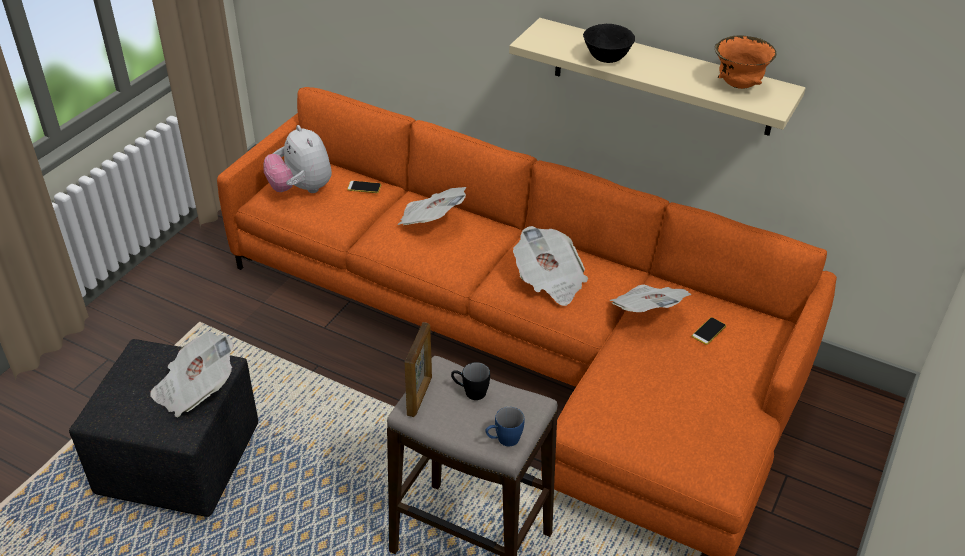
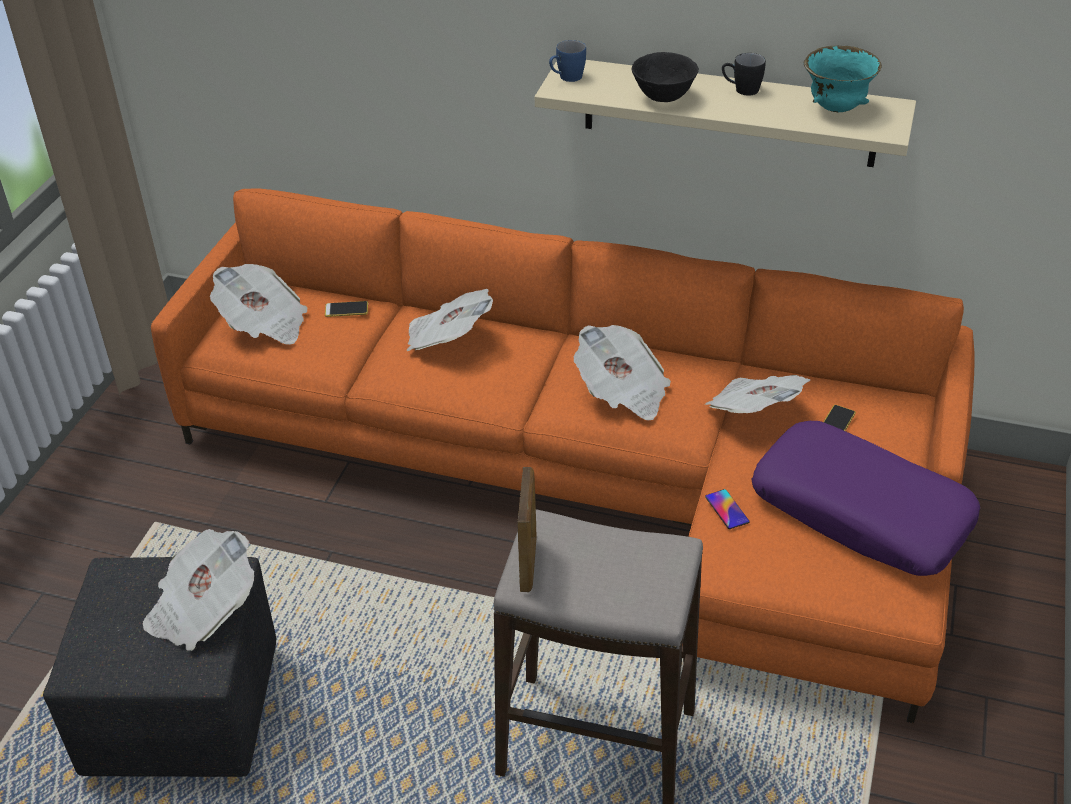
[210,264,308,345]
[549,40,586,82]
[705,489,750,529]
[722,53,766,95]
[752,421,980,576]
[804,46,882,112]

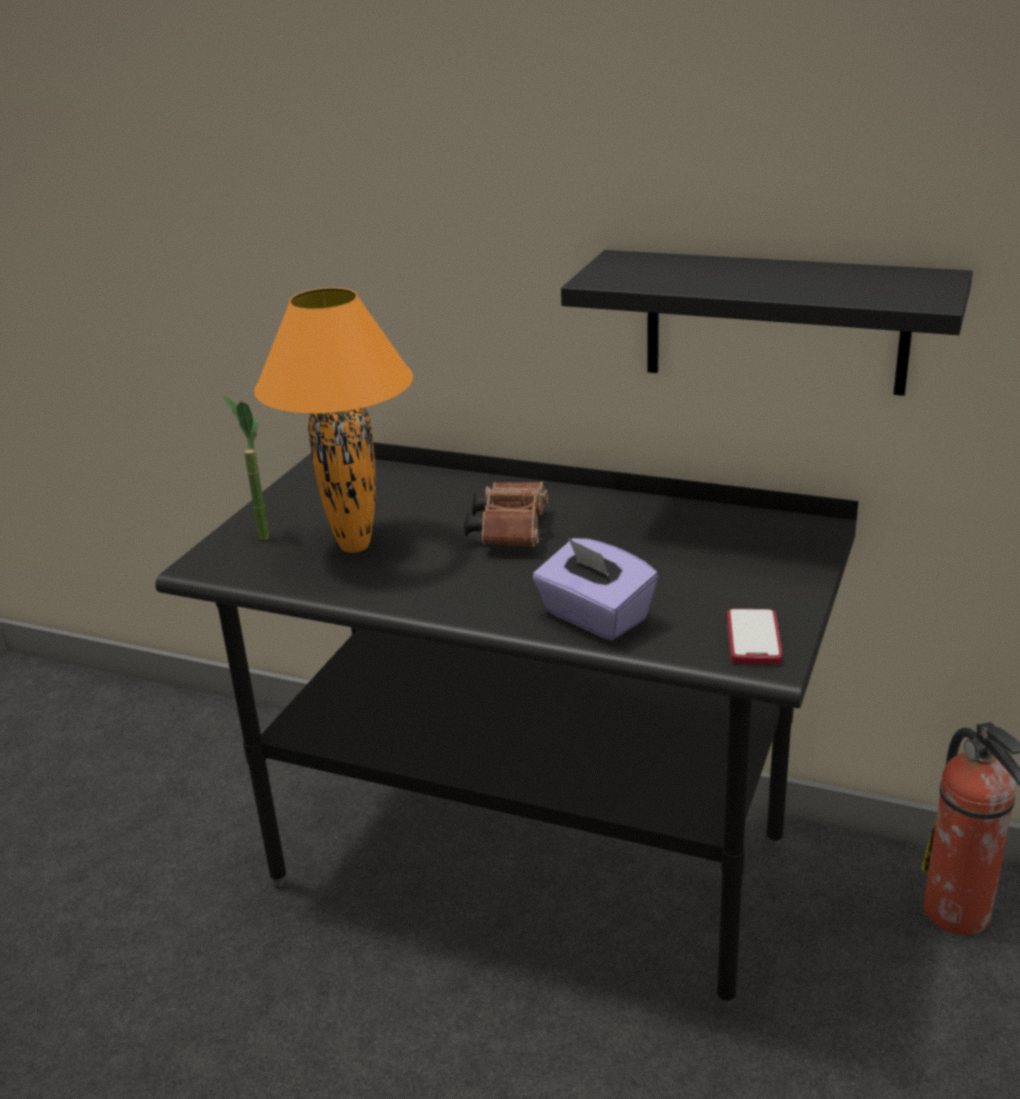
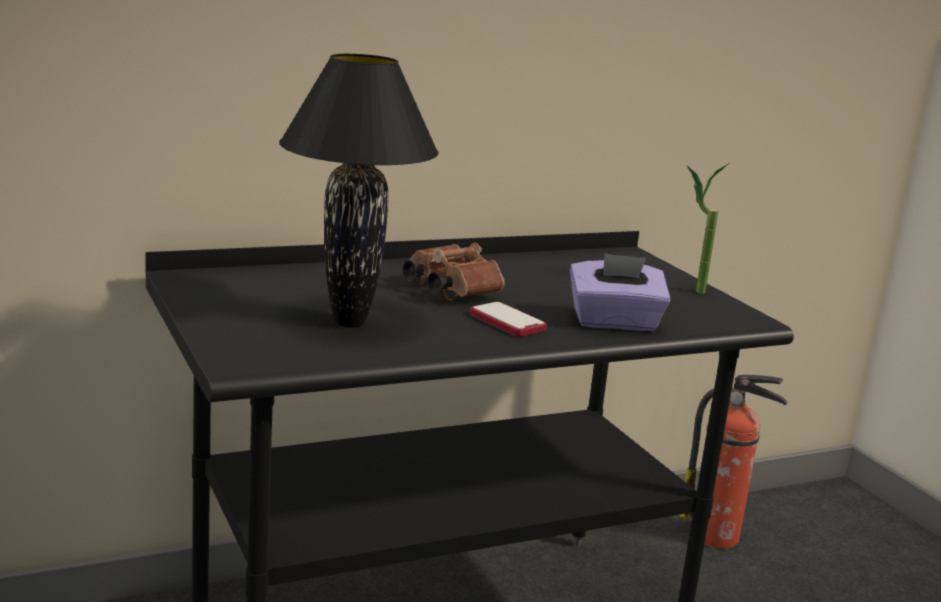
[279,54,439,327]
[470,302,547,337]
[687,163,729,293]
[561,250,973,396] (first image)

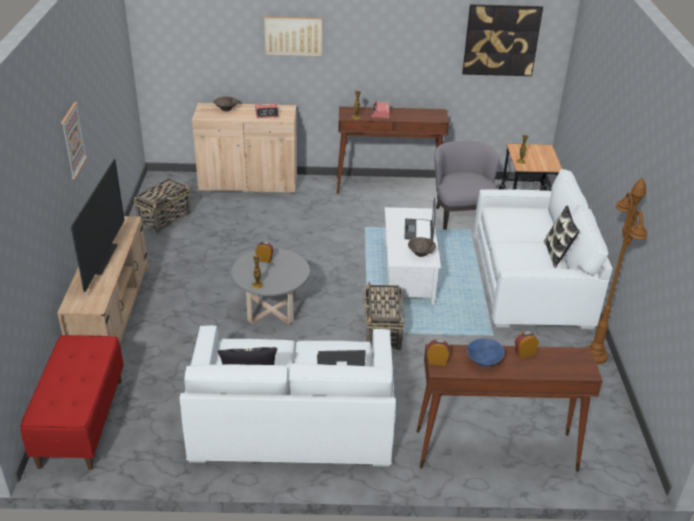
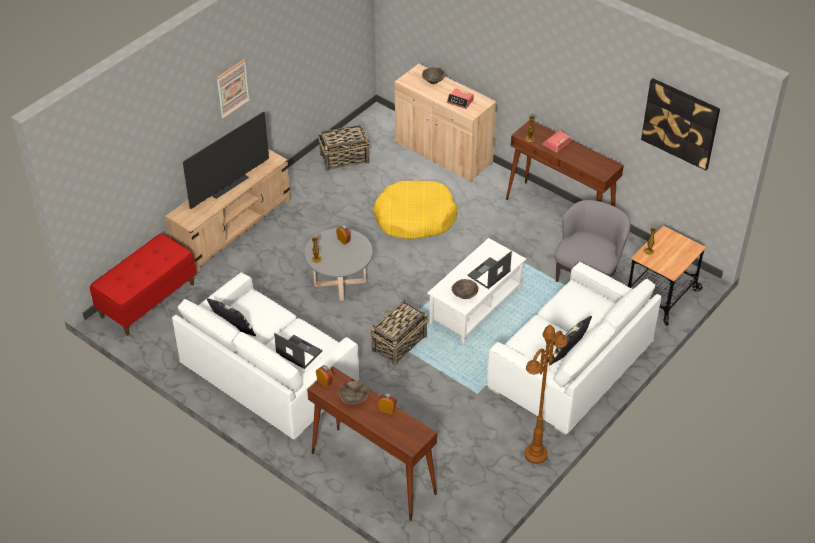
[338,381,369,404]
[373,180,457,239]
[264,16,322,56] (first image)

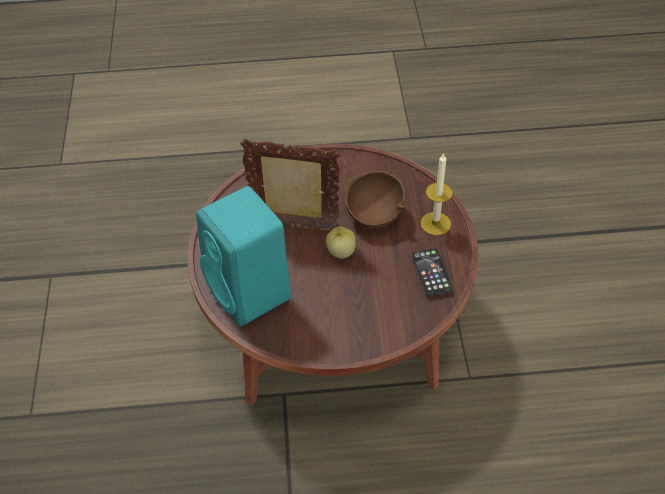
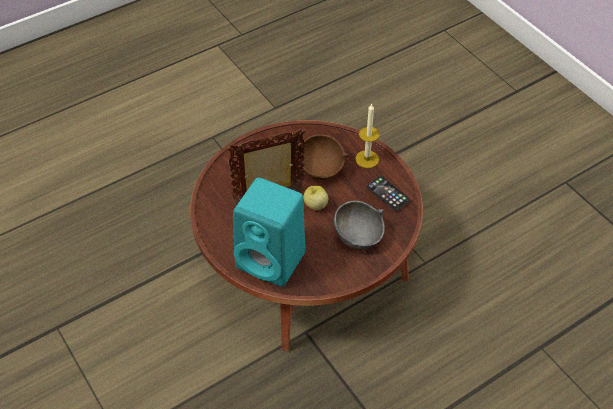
[334,200,385,249]

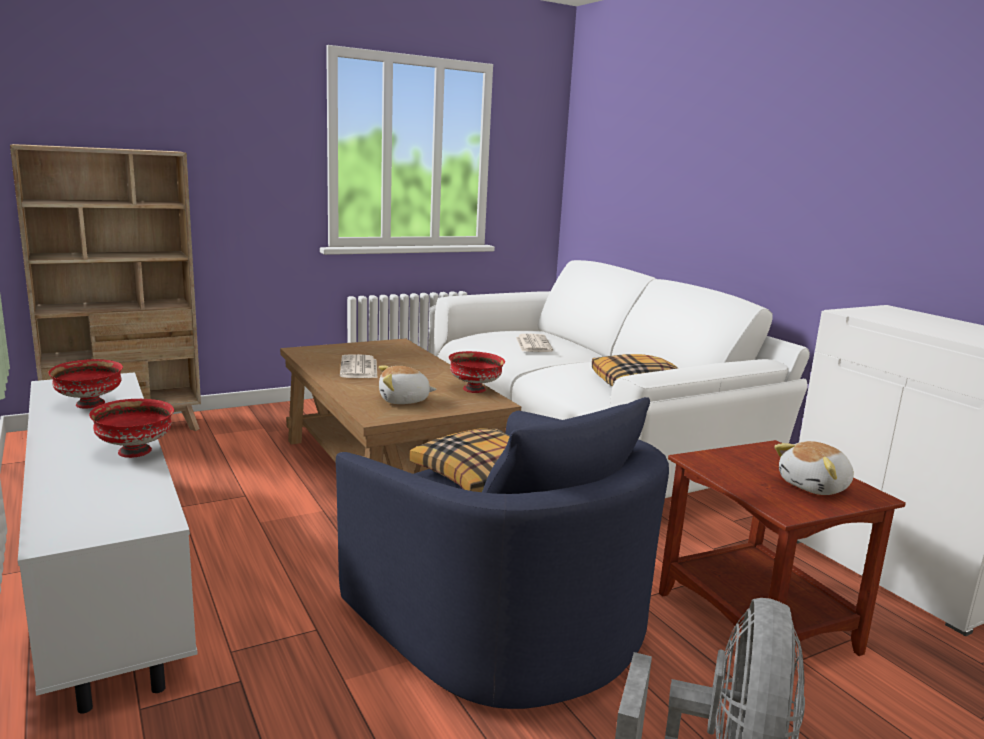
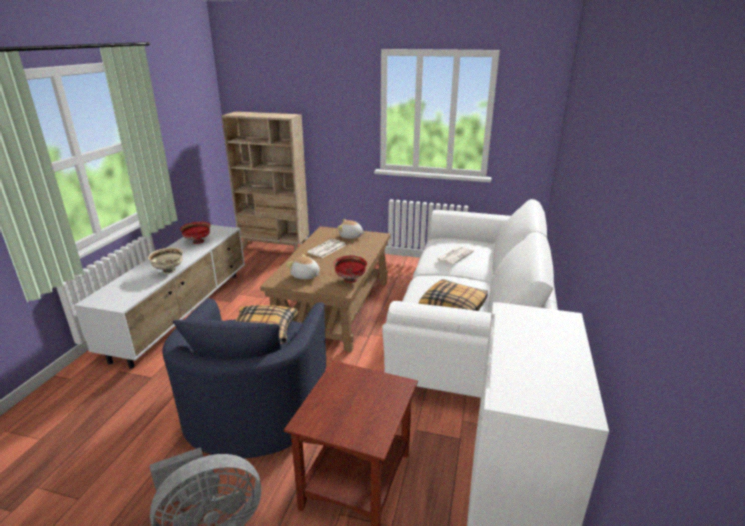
[148,247,183,274]
[337,219,365,239]

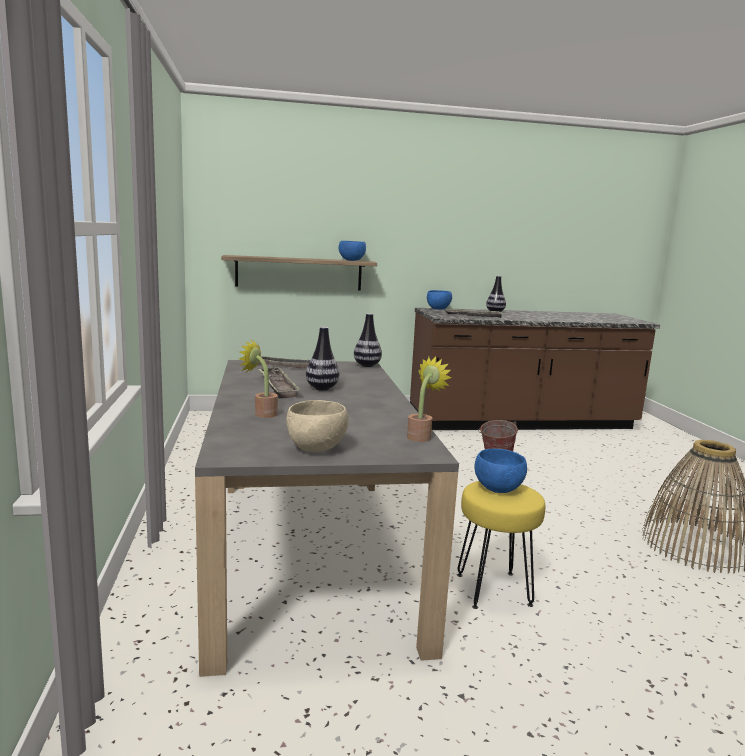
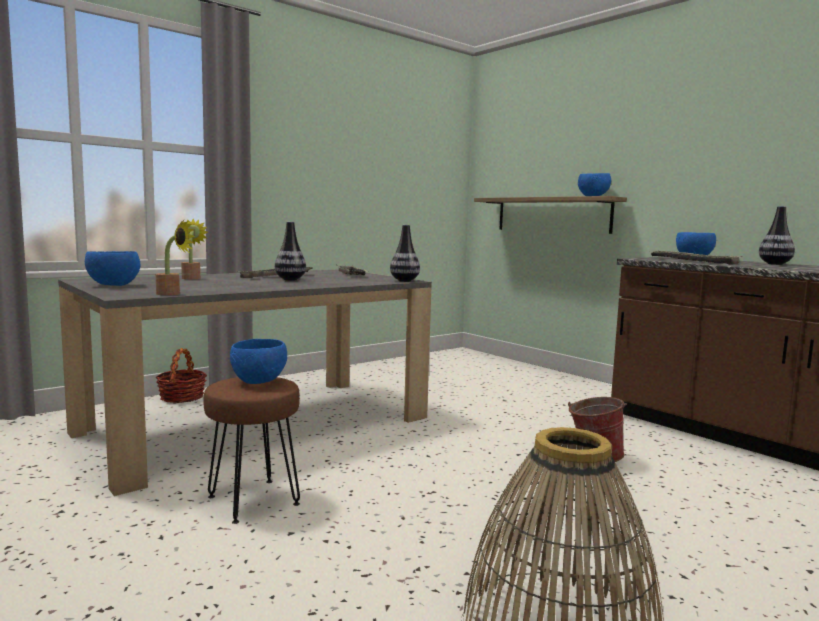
[85,251,140,286]
[156,348,207,403]
[203,377,300,524]

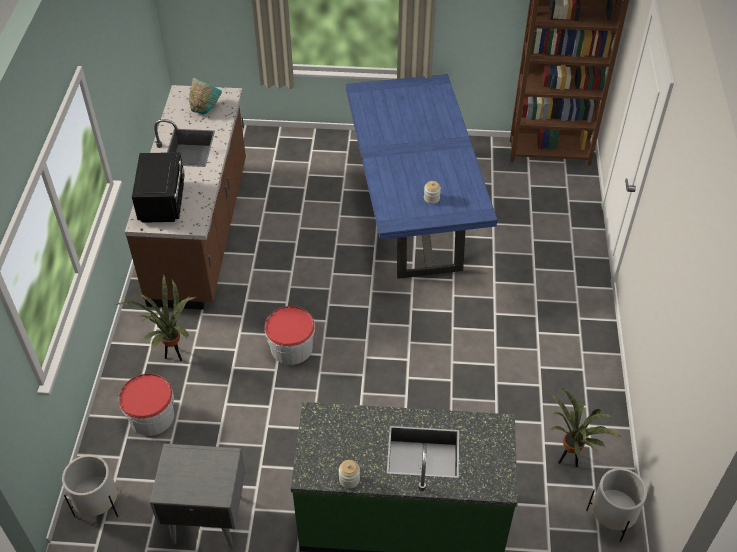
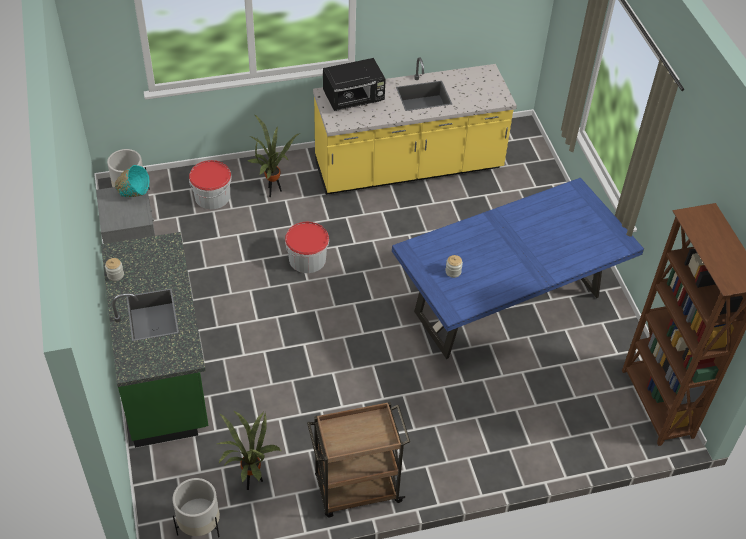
[115,165,149,197]
[307,402,410,517]
[313,57,517,195]

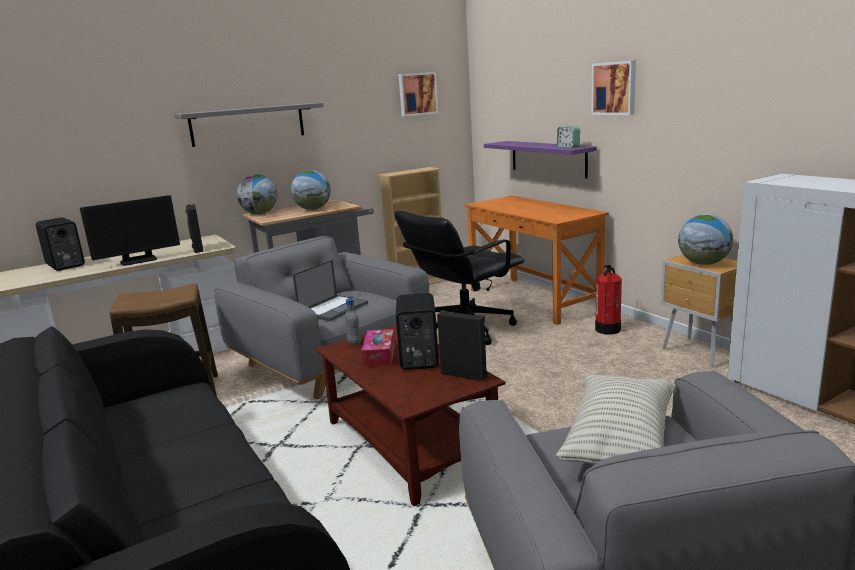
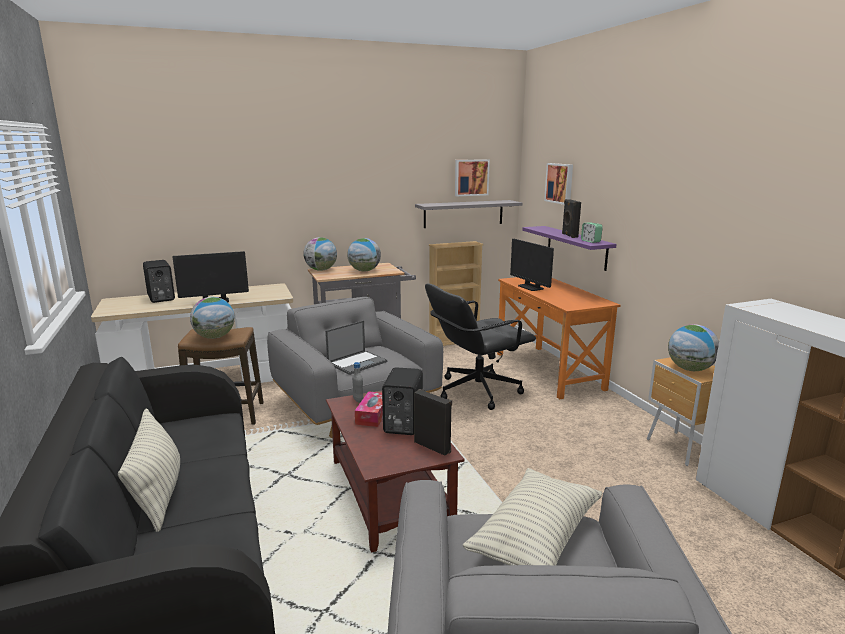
[118,408,180,532]
[190,297,235,339]
[415,200,522,228]
[510,239,554,291]
[544,163,573,205]
[562,199,581,238]
[595,265,622,335] (first image)

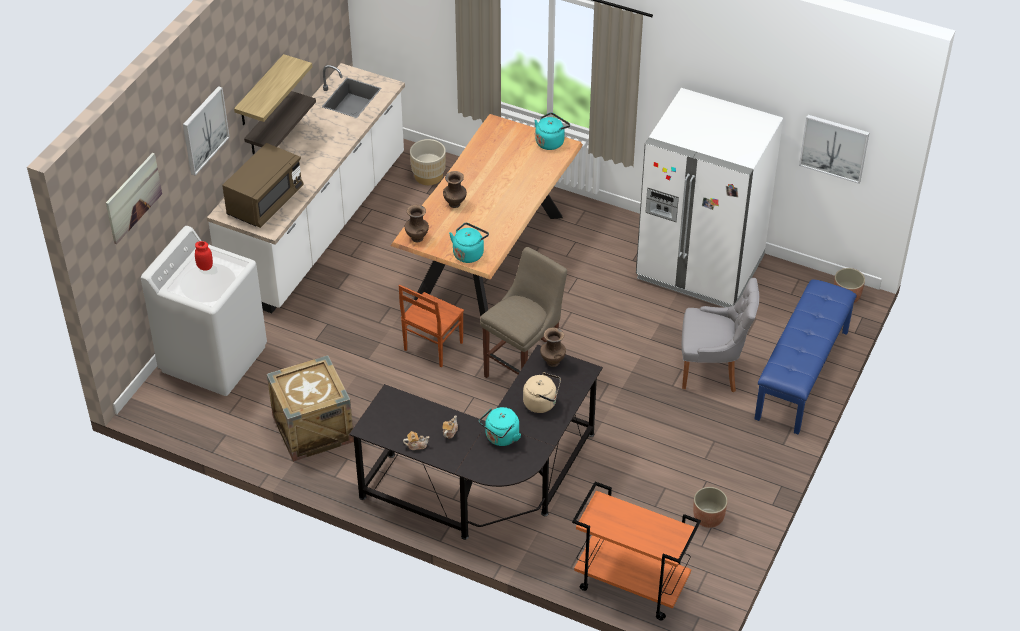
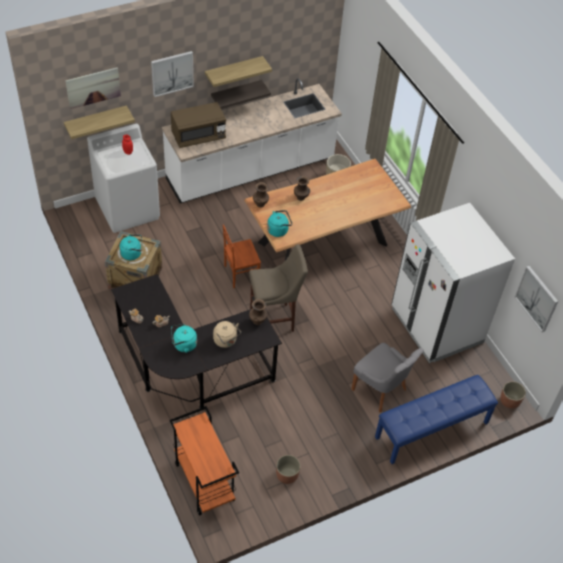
[64,105,135,139]
[119,234,142,260]

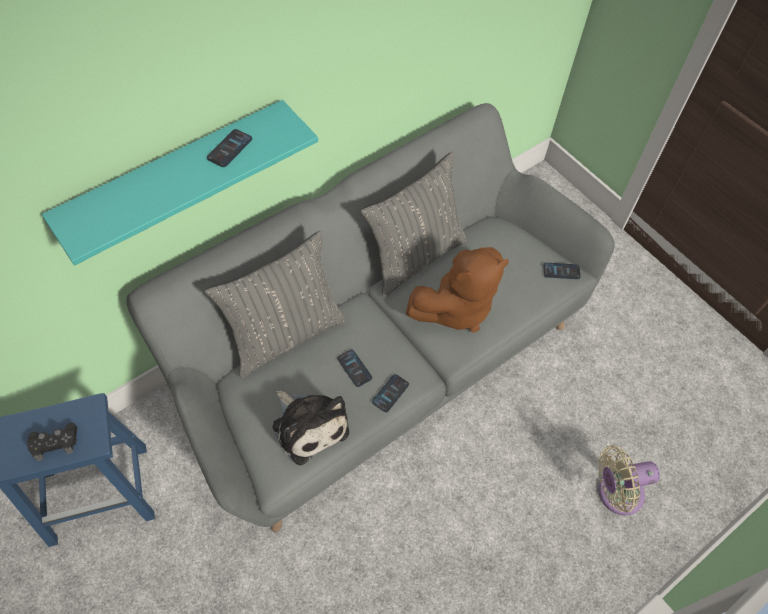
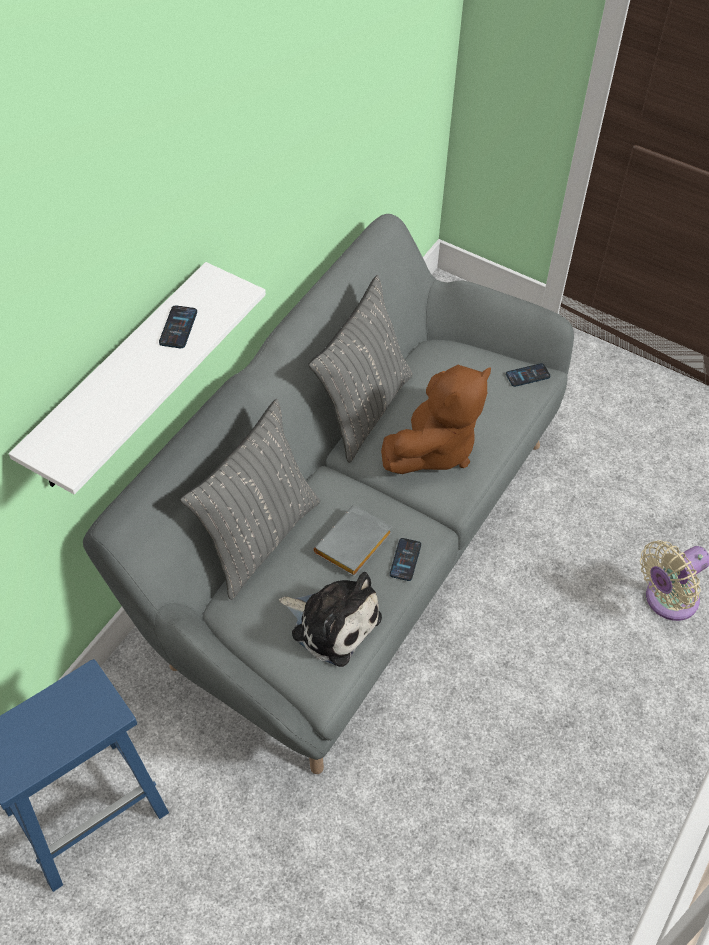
[9,262,266,495]
[314,505,392,577]
[27,423,77,461] (first image)

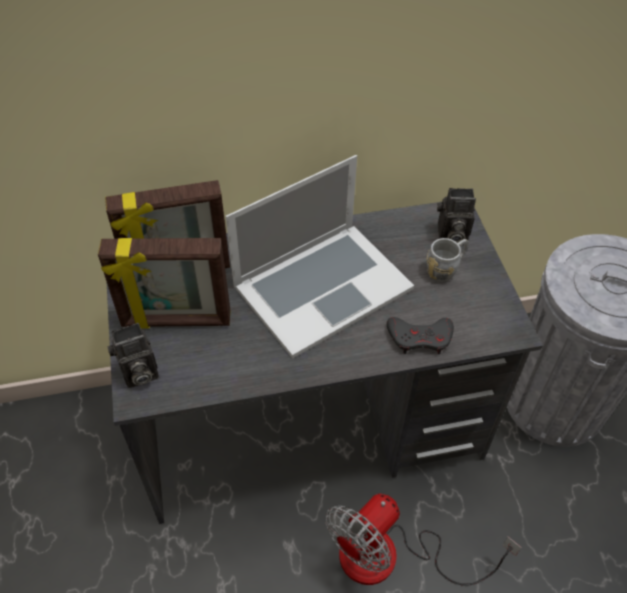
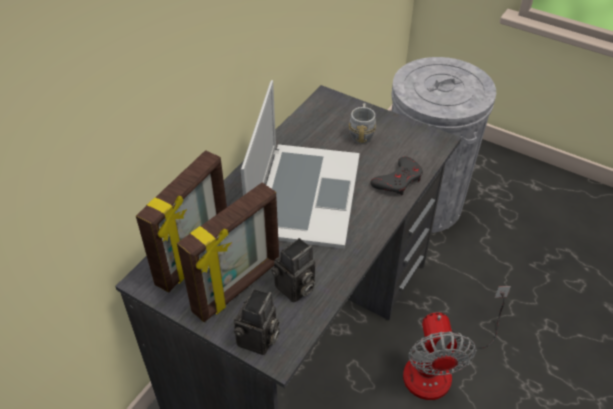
[271,238,315,302]

